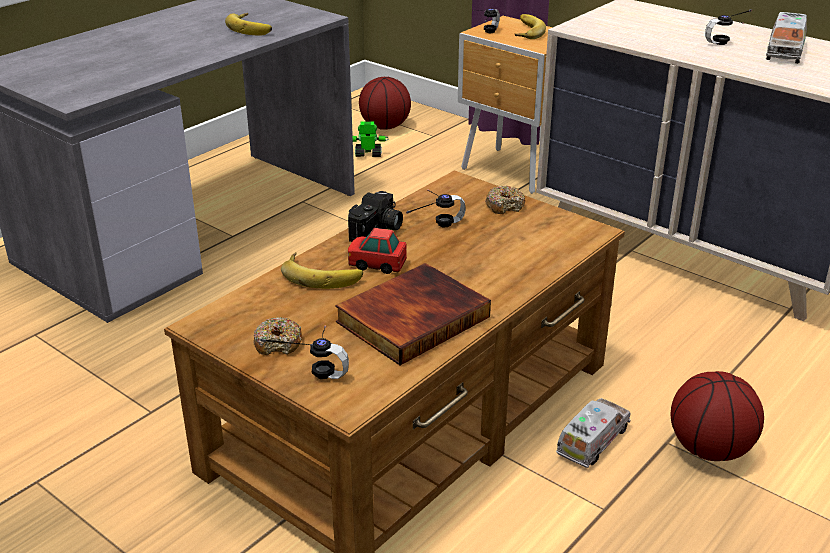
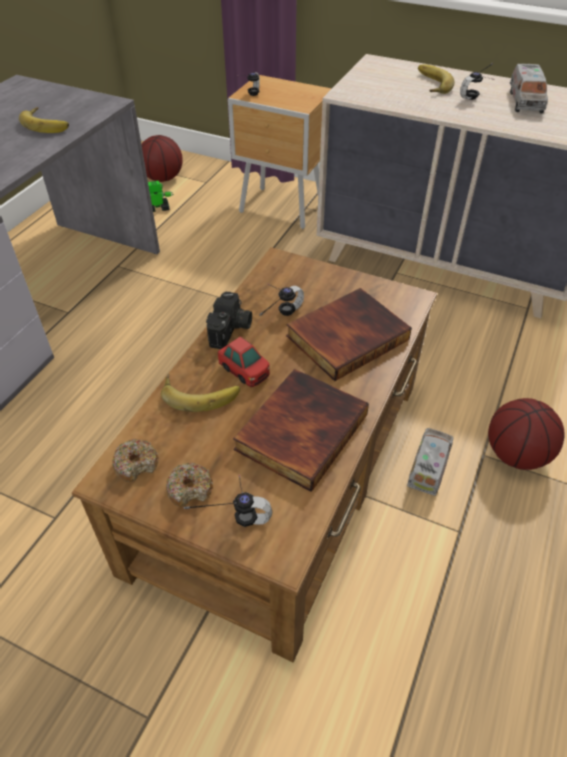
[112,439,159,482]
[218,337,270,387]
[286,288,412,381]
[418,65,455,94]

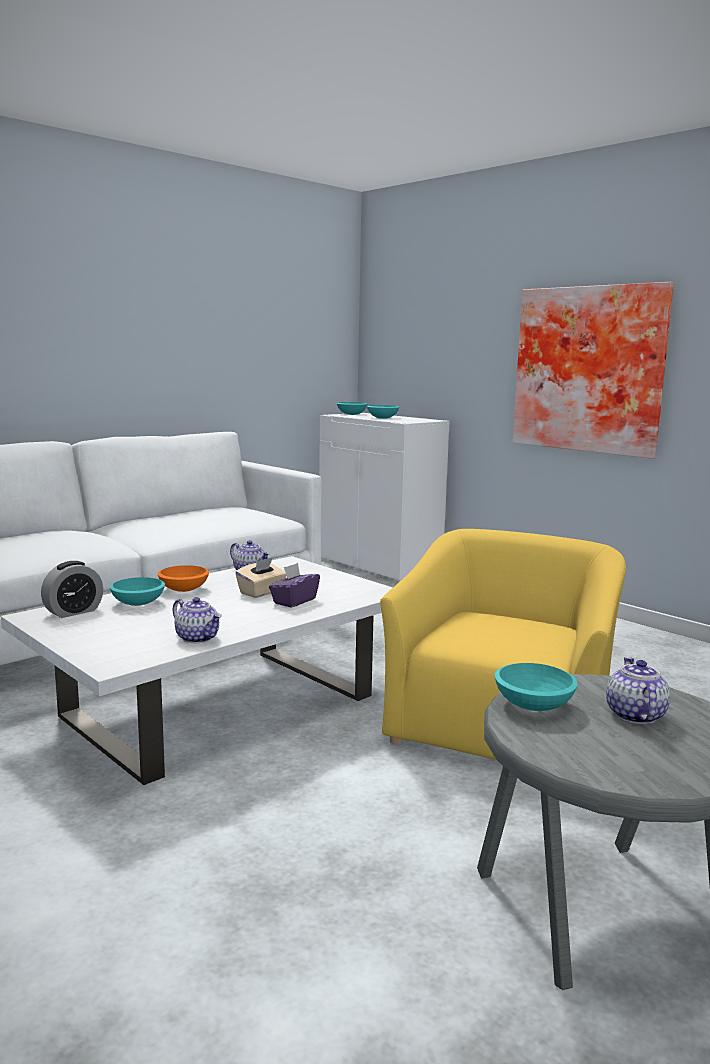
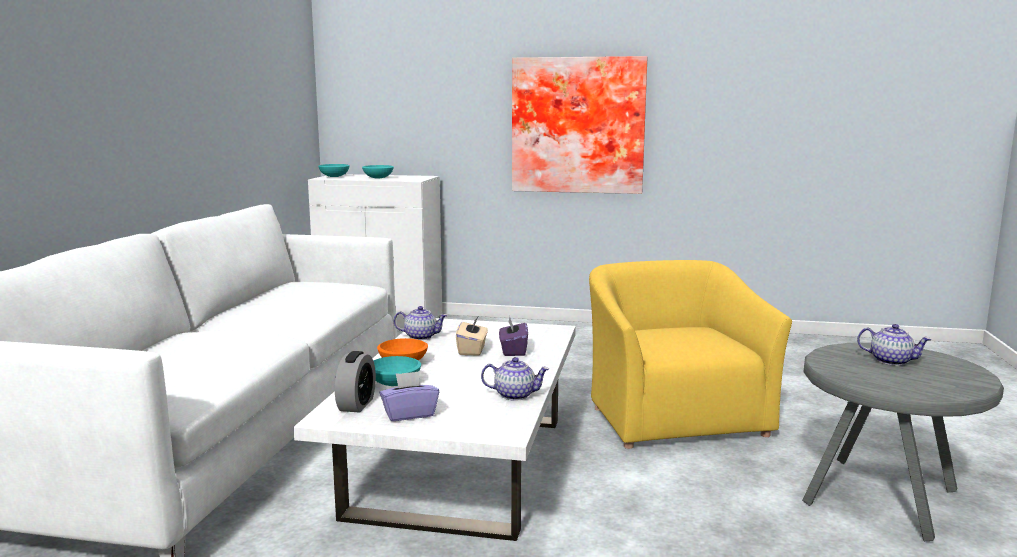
[380,371,439,421]
[857,324,932,366]
[495,663,578,711] (first image)

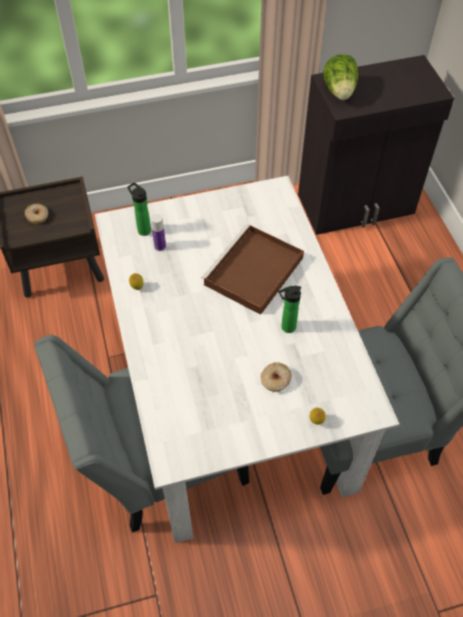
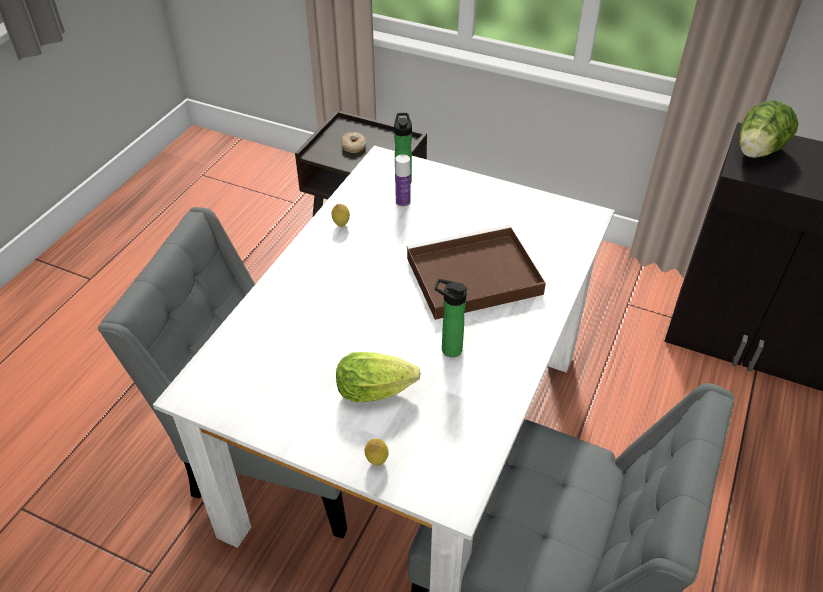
[336,352,421,402]

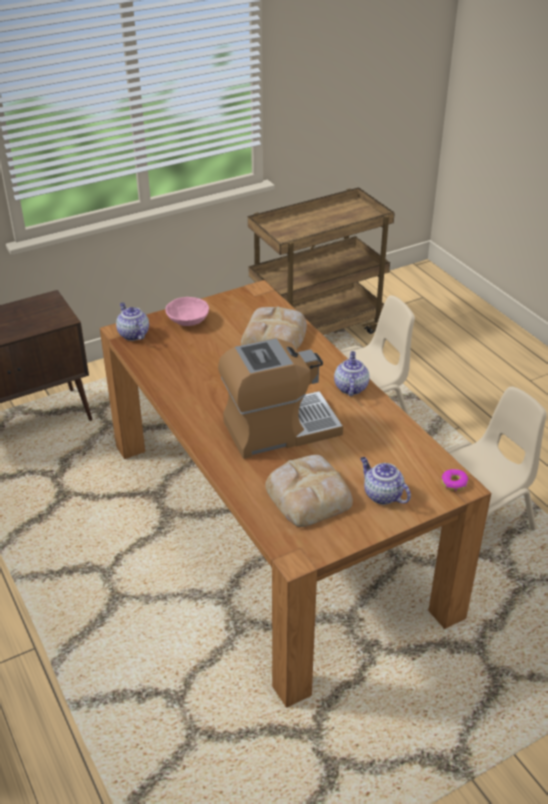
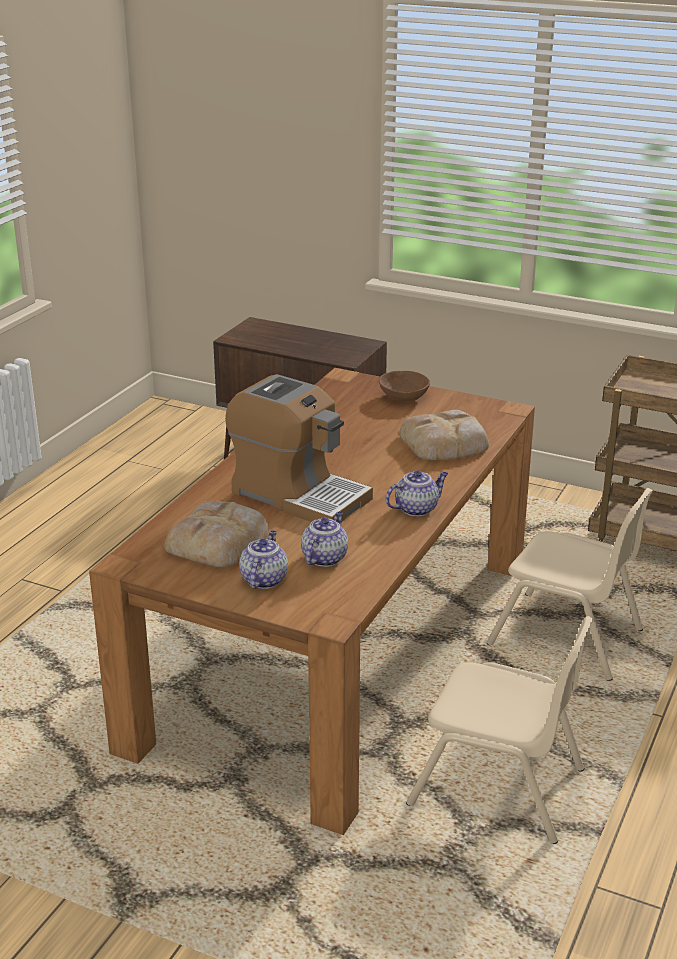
[301,512,348,567]
[379,371,430,401]
[442,469,468,491] (first image)

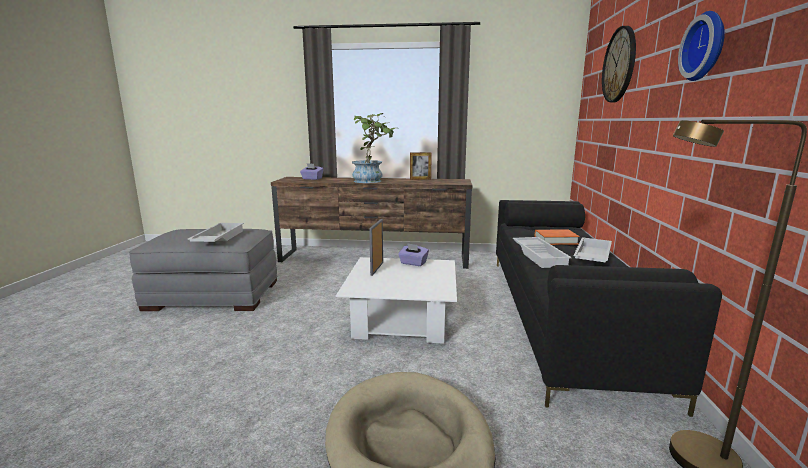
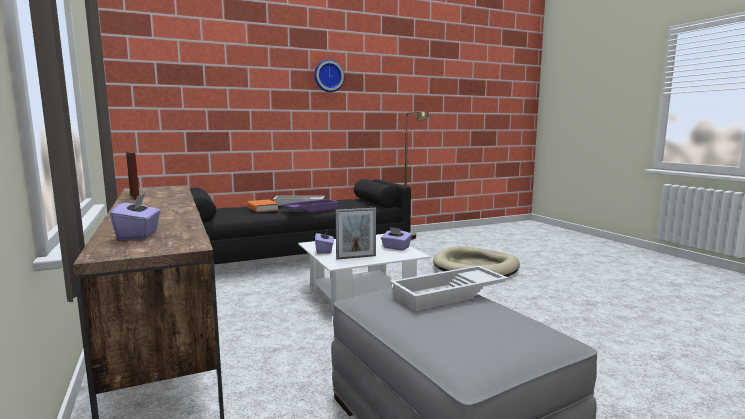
[282,199,338,212]
[381,227,412,250]
[352,113,395,183] (first image)
[602,26,636,102] (first image)

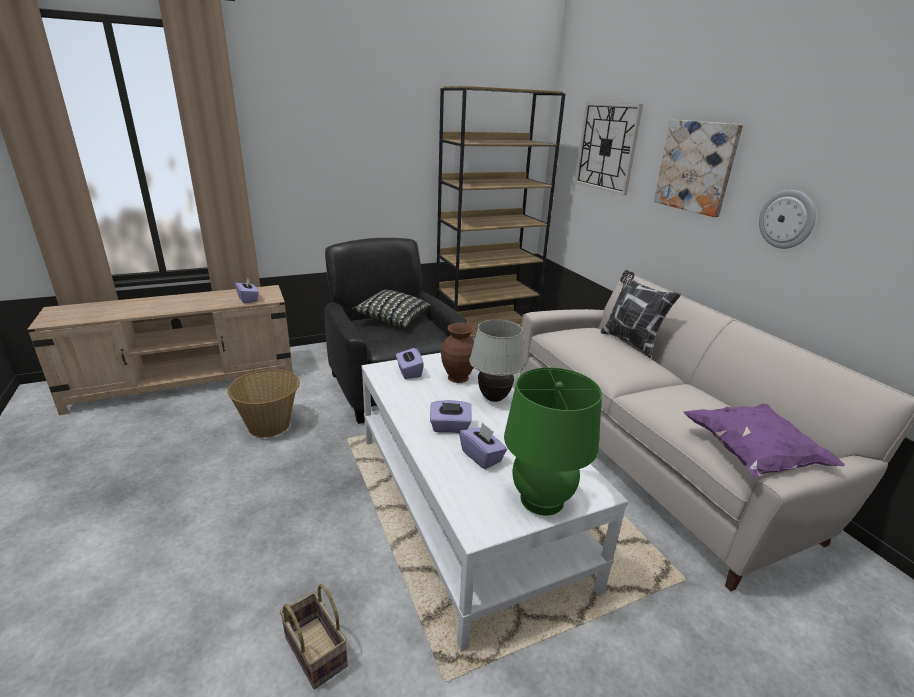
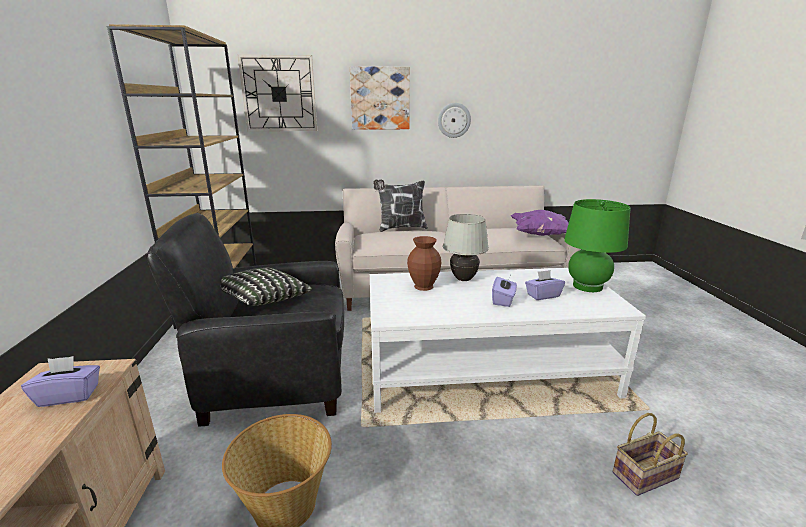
[396,348,424,379] (first image)

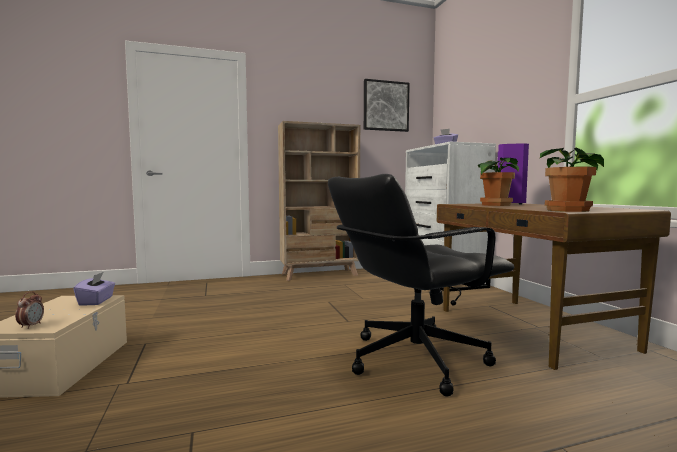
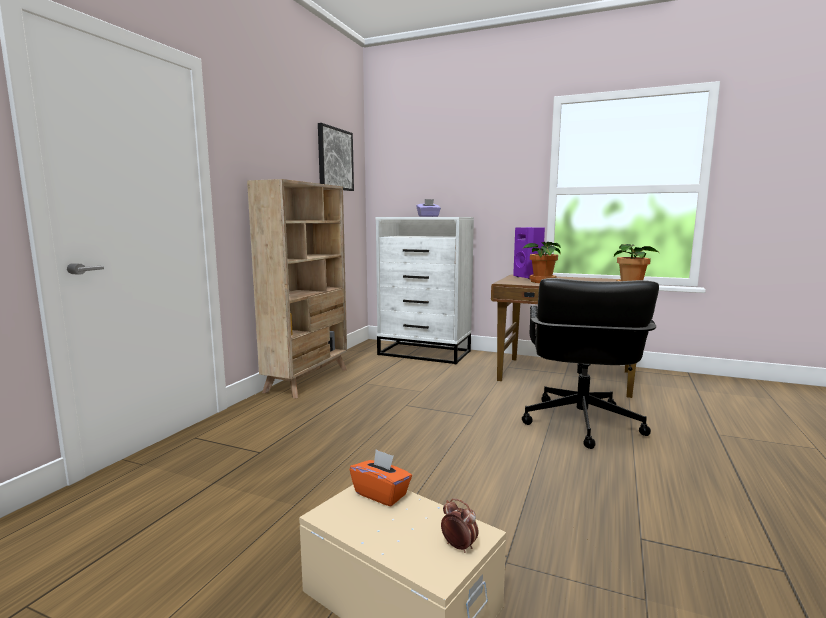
[350,449,412,506]

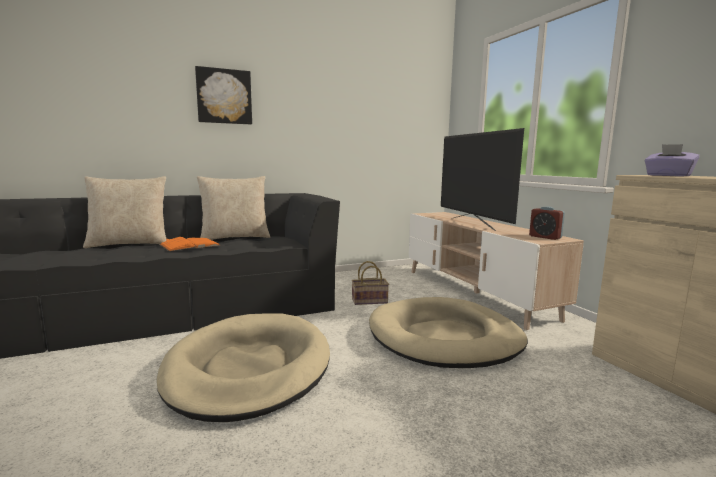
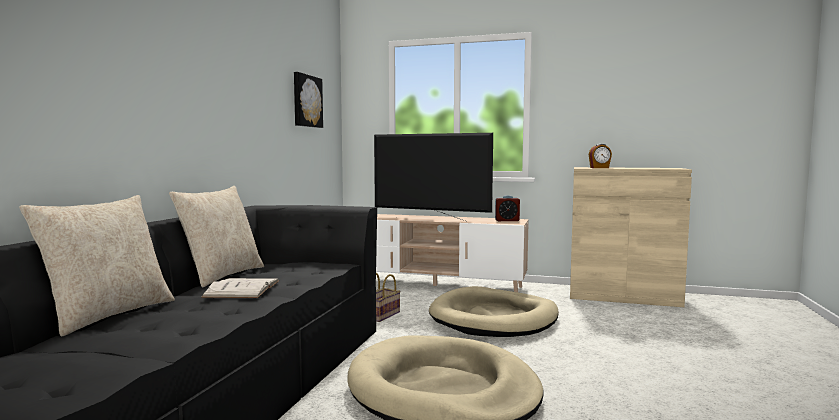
[201,278,279,298]
[294,72,323,128]
[589,144,612,168]

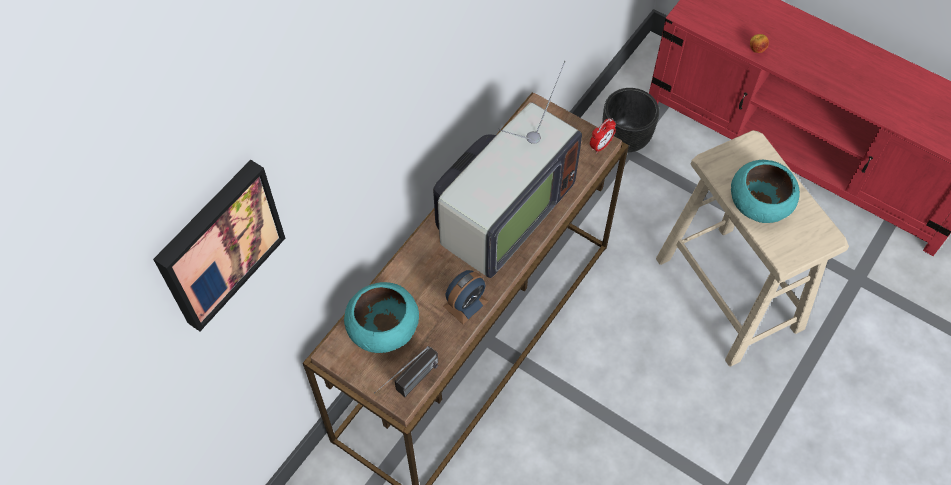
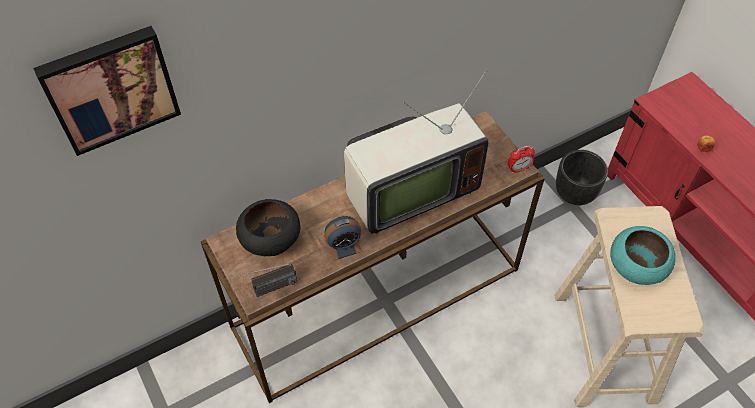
[236,199,300,256]

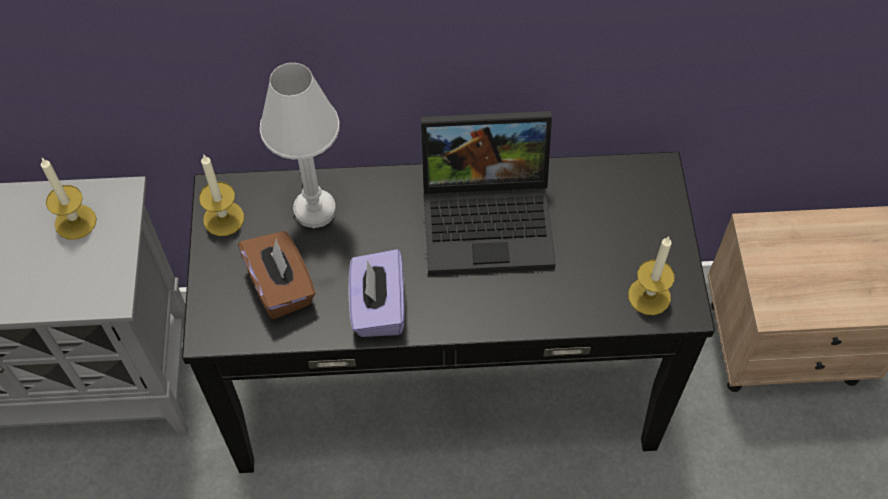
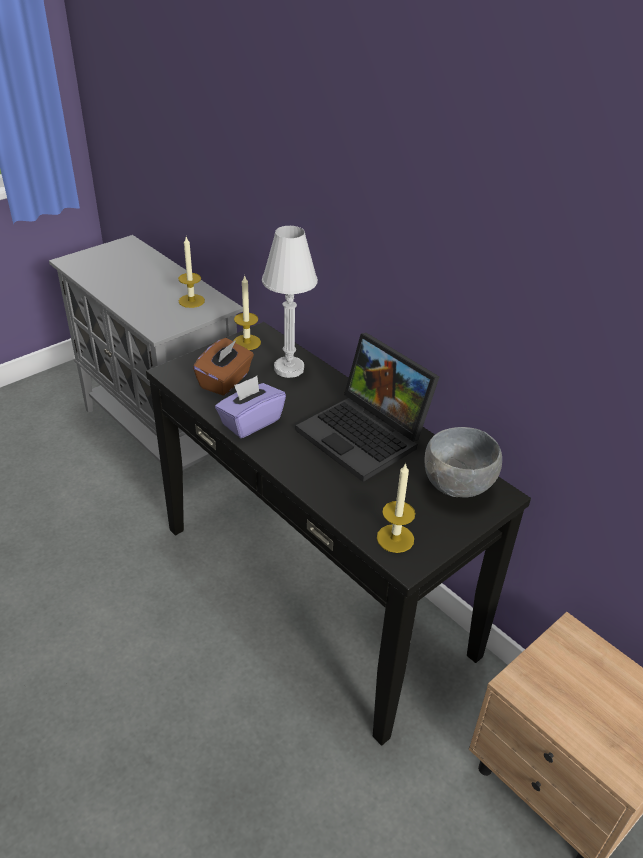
[424,427,502,497]

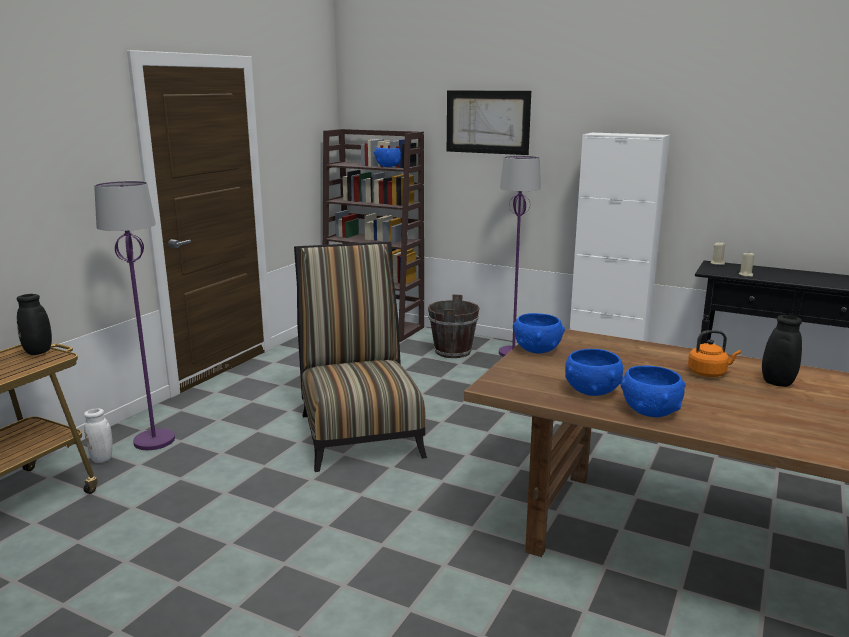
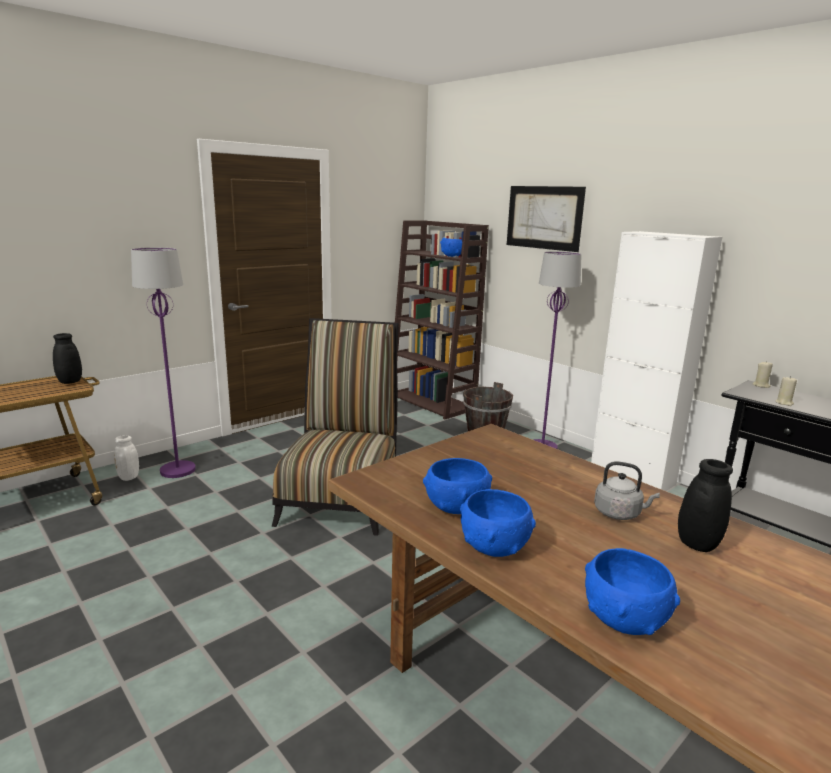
[585,548,680,635]
[594,461,660,520]

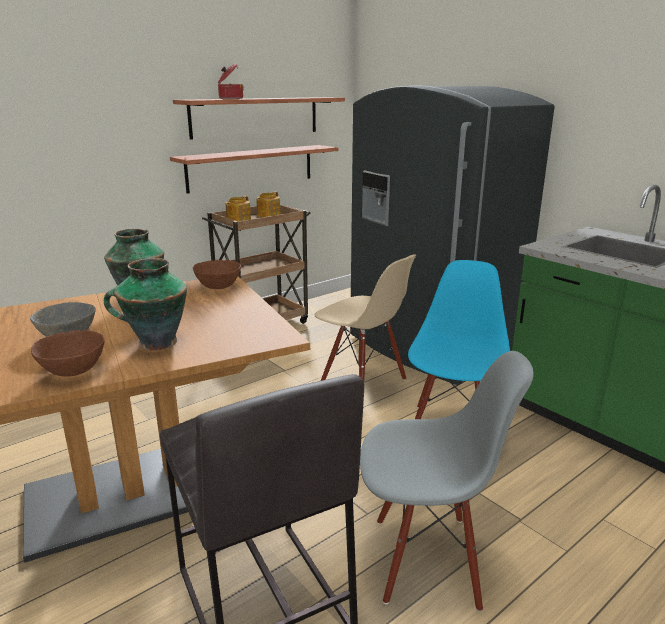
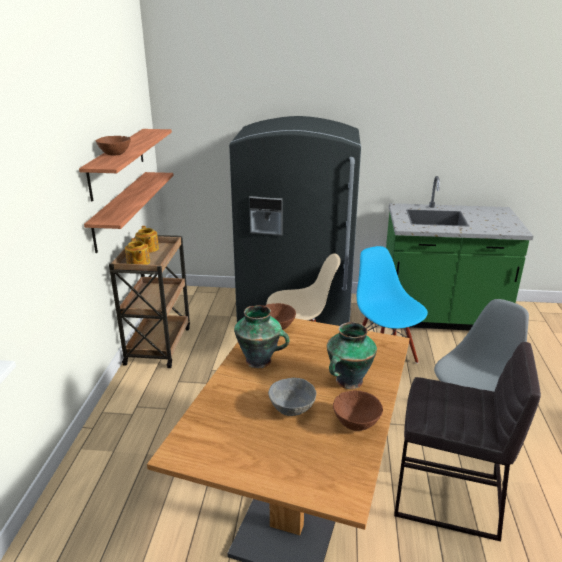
[96,136,131,156]

